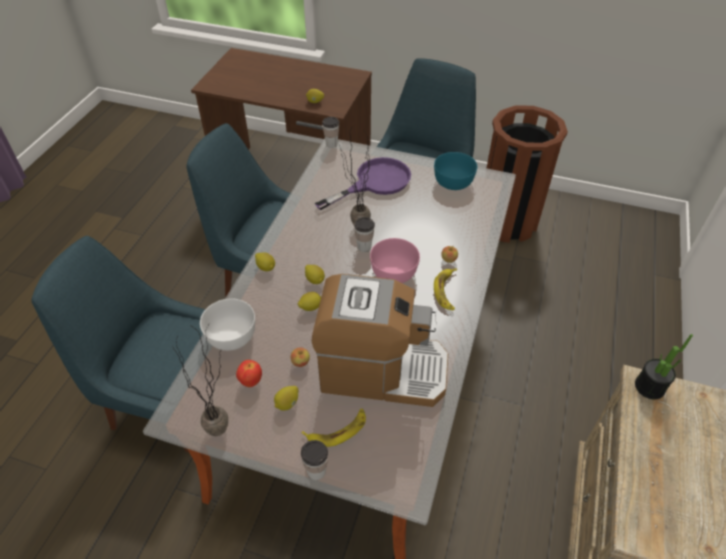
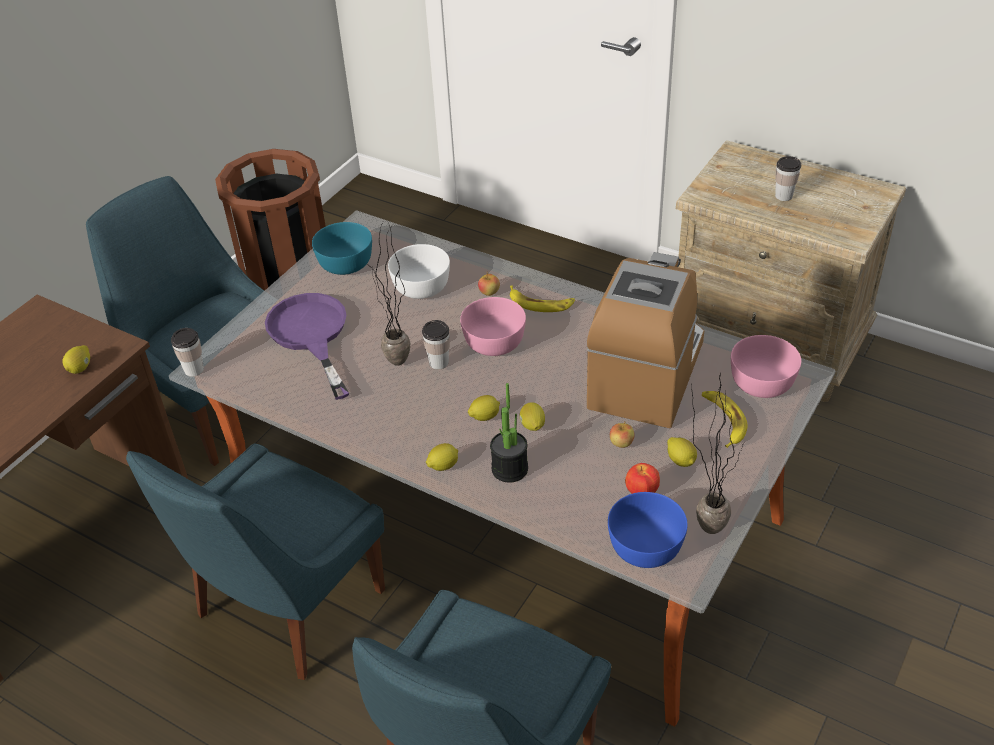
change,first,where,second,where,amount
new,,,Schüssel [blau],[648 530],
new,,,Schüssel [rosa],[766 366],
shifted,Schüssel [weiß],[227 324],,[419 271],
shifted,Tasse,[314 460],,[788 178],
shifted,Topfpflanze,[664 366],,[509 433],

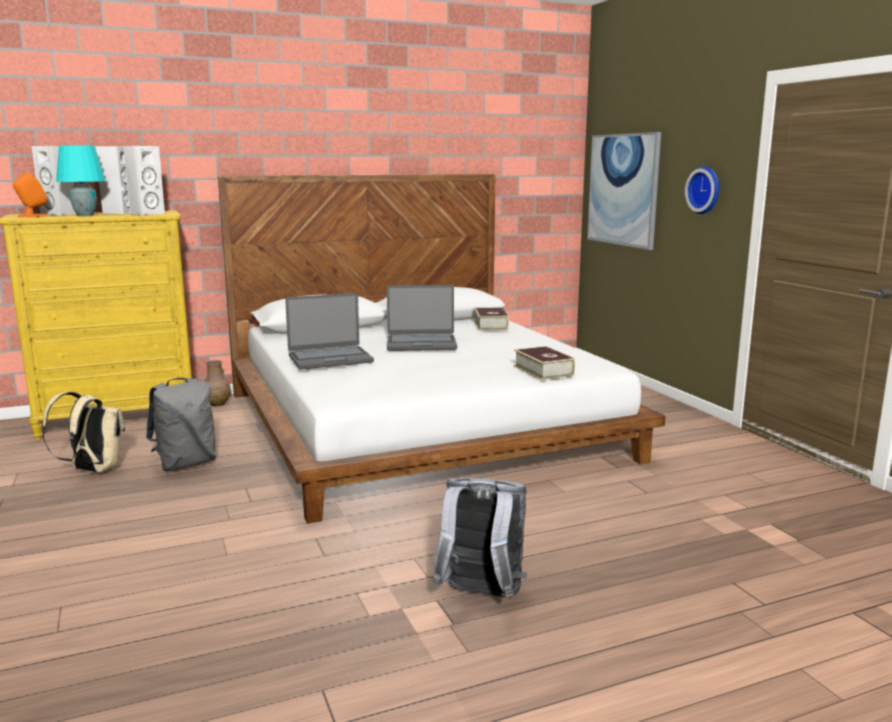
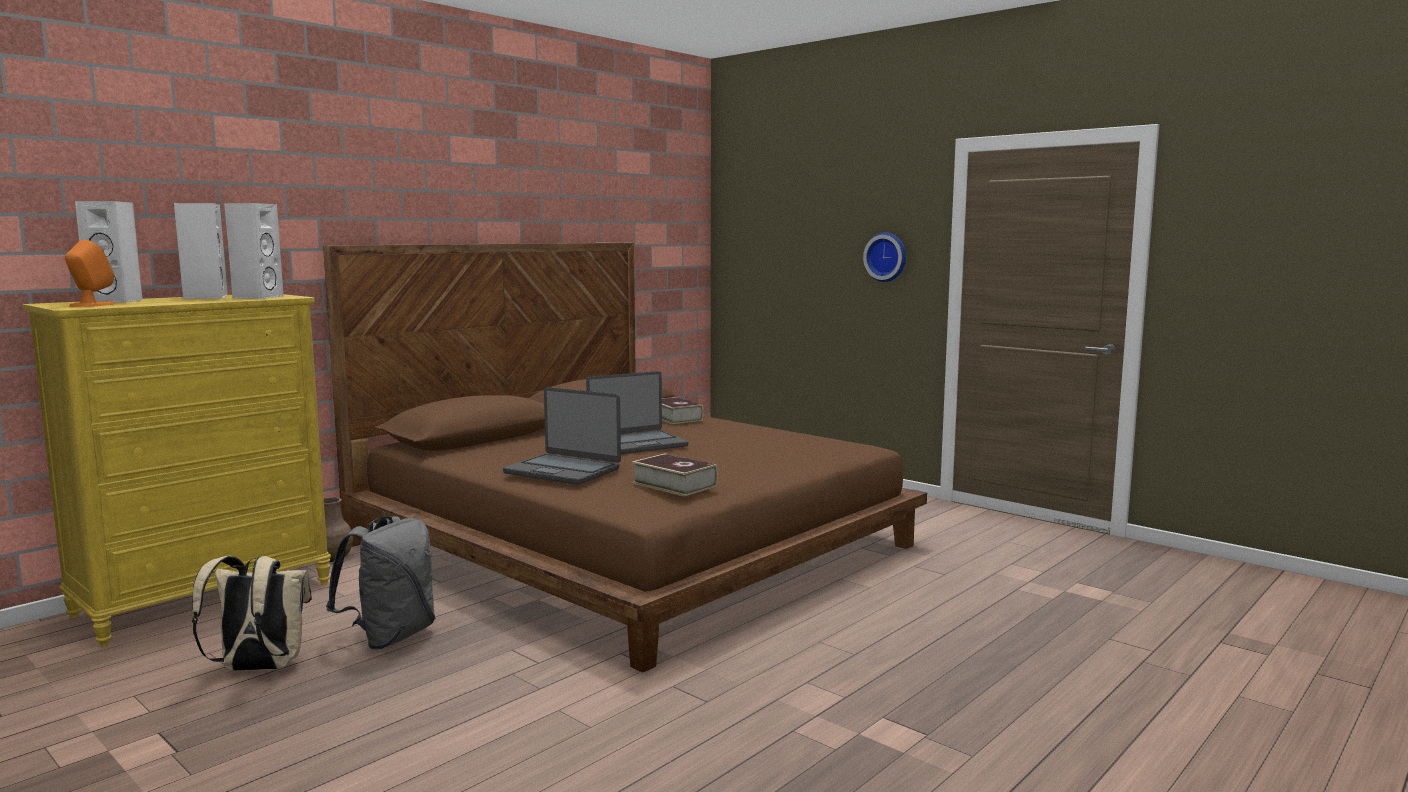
change,first,where,second,where,amount
gone,Tischlampe [türkis],[81 180],,,
gone,Rucksack [grau],[479 537],,,
gone,Bild,[624 191],,,
shifted,Buch,[544 363],,[675 475],
repainted,Bett [weiß],[442 349],Bett [braun],[625 458],
rotated,Laptop,[329 331],,[562 436],75 degrees clockwise

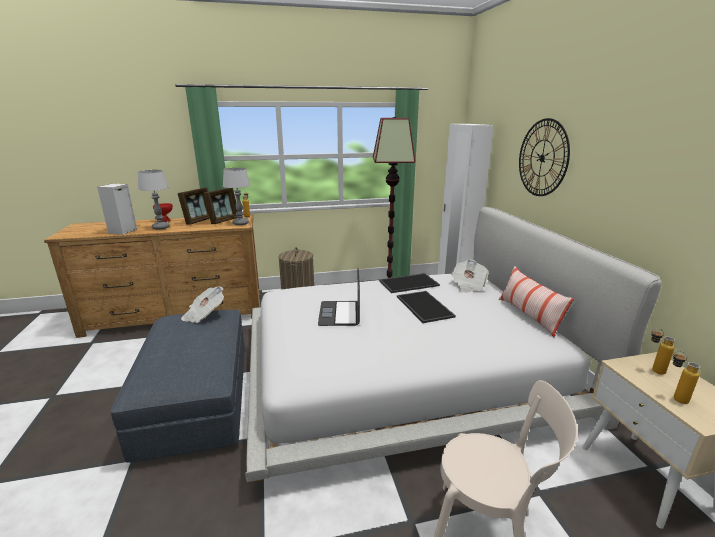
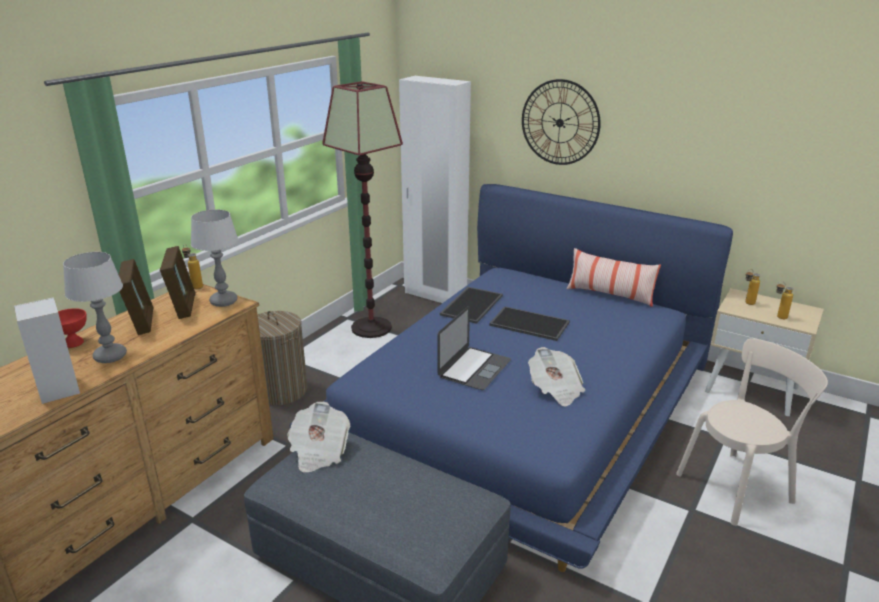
change,first,where,second,where,amount
shifted,Zeitung,[470 276],,[556 377],
repainted,Bett [weiß],[453 344],Bett [blau],[511 378],
rotated,Laptop,[339 297],,[474 348],105 degrees counterclockwise

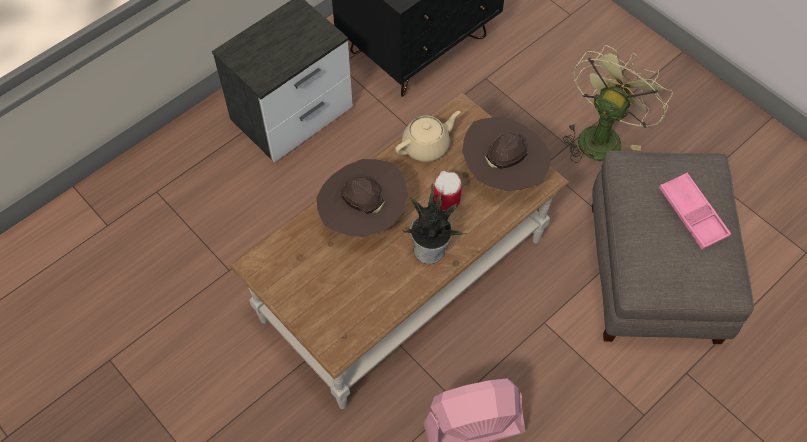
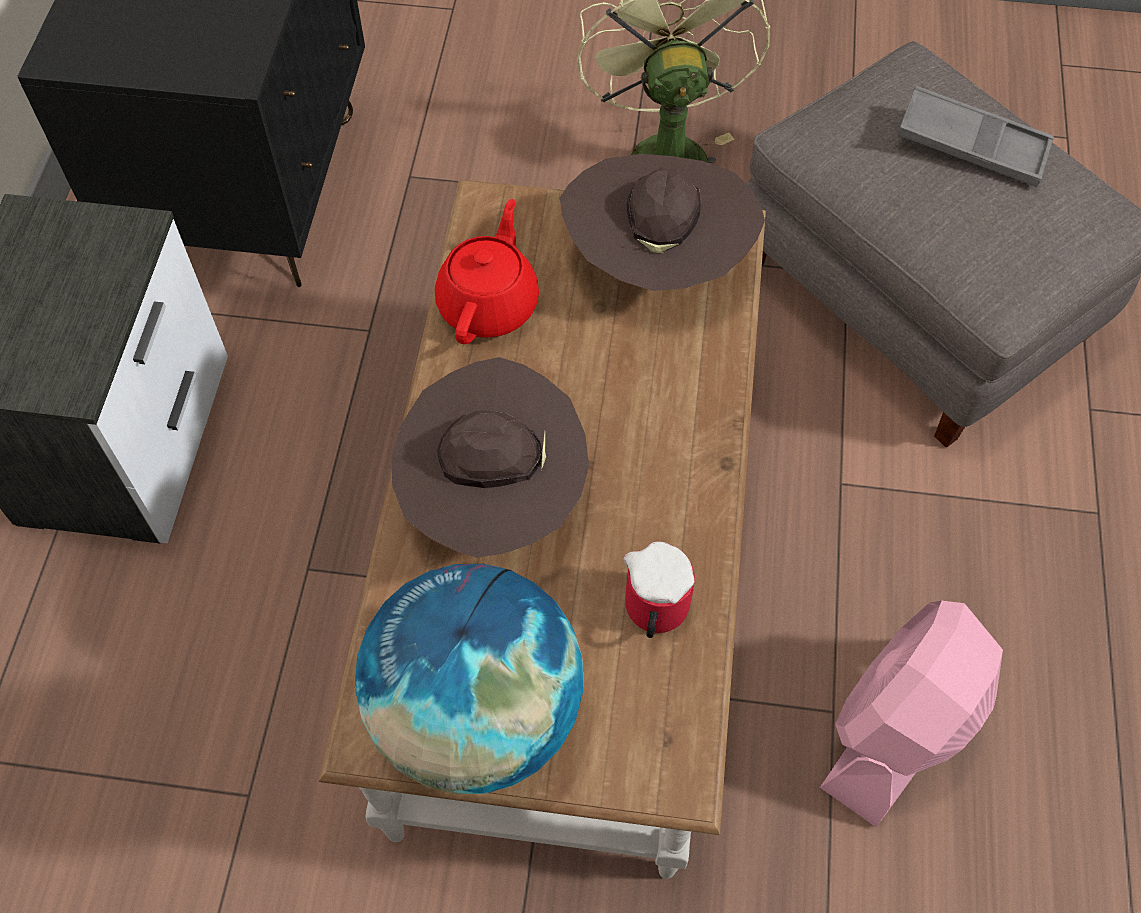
change,first,where,second,where,amount
gone,Topfpflanze,[434 224],,,
new,,,Globus,[469 679],
shifted,Henkelbecher,[448 190],,[659 589],
repainted,Teekanne [beige],[427 136],Teekanne [rot],[487 271],
repainted,Tablett [rosa],[695 211],Tablett [grau],[975 136],

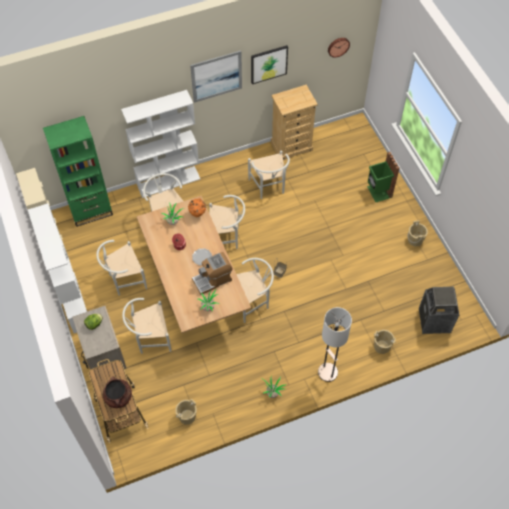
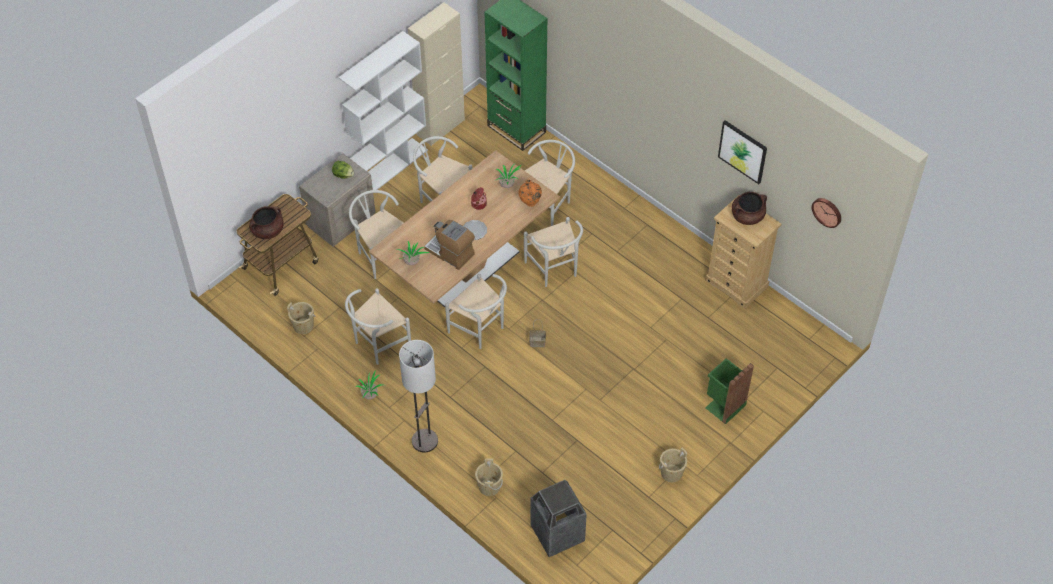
change,first,where,second,where,amount
gone,Bücherregal [weiß],[160 144],,,
gone,Bild,[216 76],,,
new,,,Kochtopf [braun],[749 208],
shifted,Stuhl [weiß],[269 174],,[378 326],

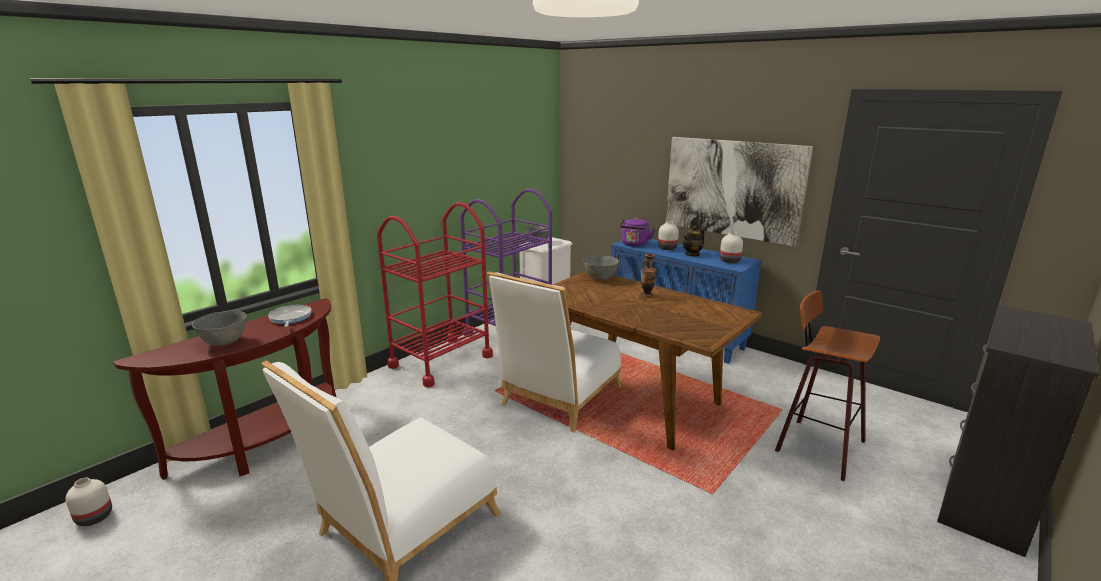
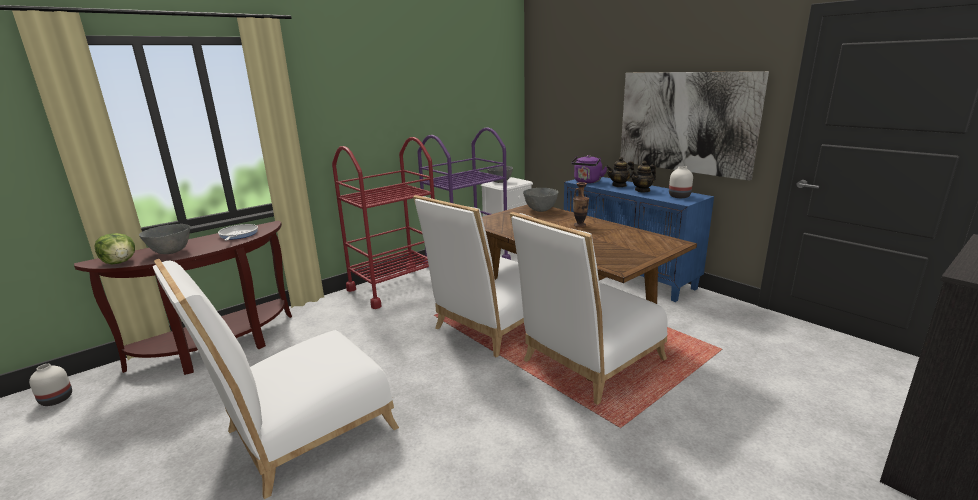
change,first,where,second,where,amount
gone,Hocker,[827 385],,,
new,,,Salatkopf,[115 248],
new,,,Stuhl [weiß],[589 308],
swapped,Vase [weiß],[668 235],Teekanne,[620 172],

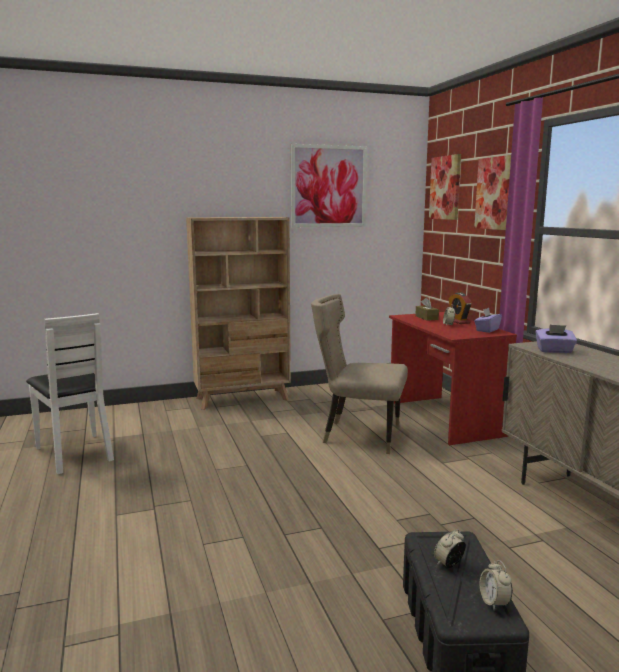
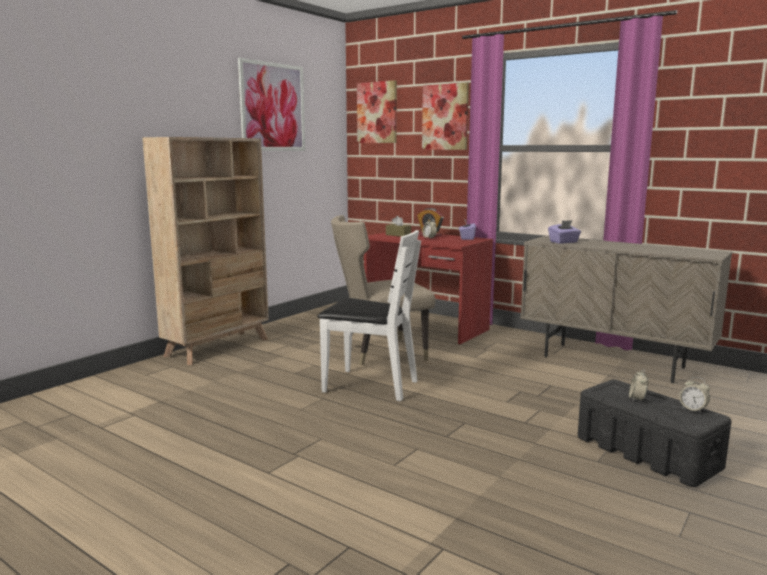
change,first,where,second,where,amount
shifted,Stuhl [weiß],[70 393],,[369 315],

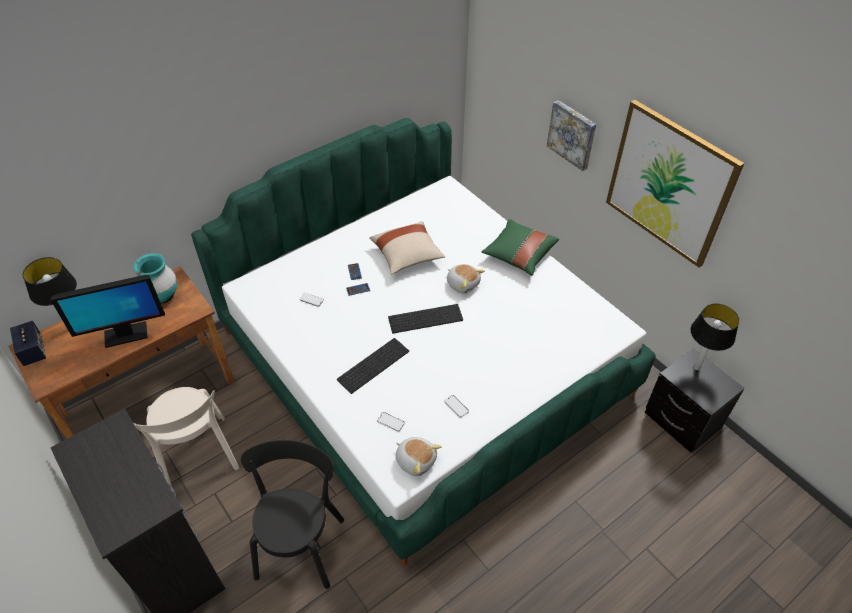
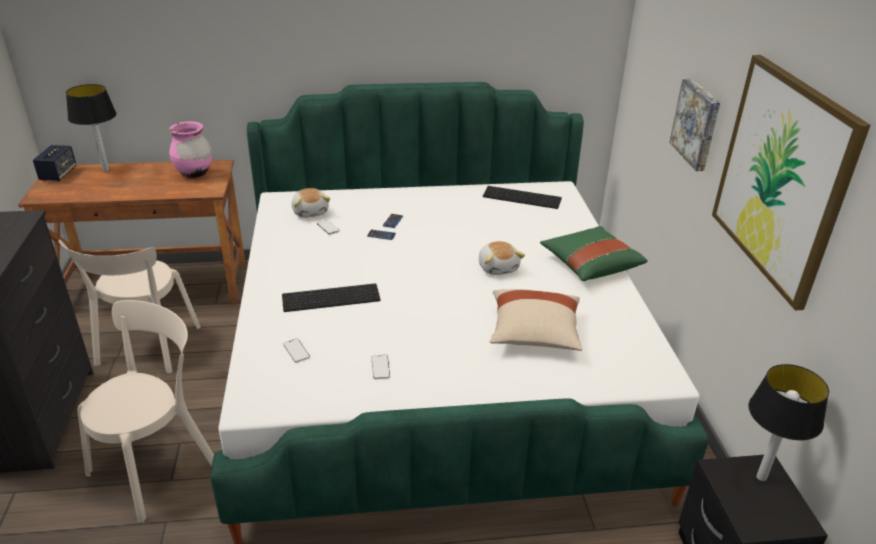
change,first,where,second,where,amount
gone,Monitor,[108 311],,,
shifted,Kissen [beige],[407 247],,[536 320],
shifted,Tastatur,[425 318],,[522 197],
shifted,Plüschtier,[419 456],,[310 203],
repainted,Vase [türkis],[155 278],Vase [rosa],[190 149],
repainted,Stuhl [schwarz],[292 514],Stuhl [beige],[145 411],

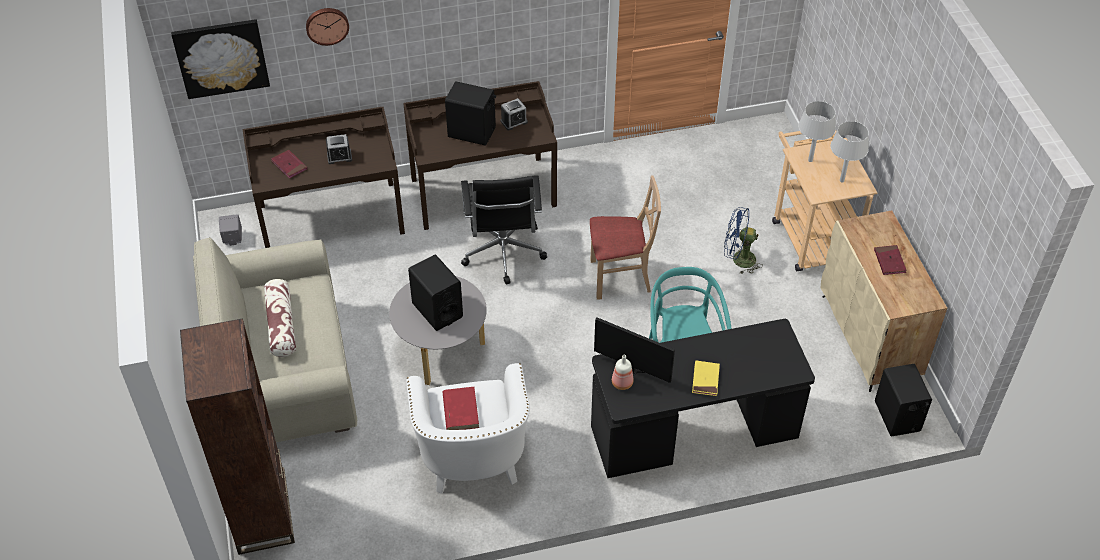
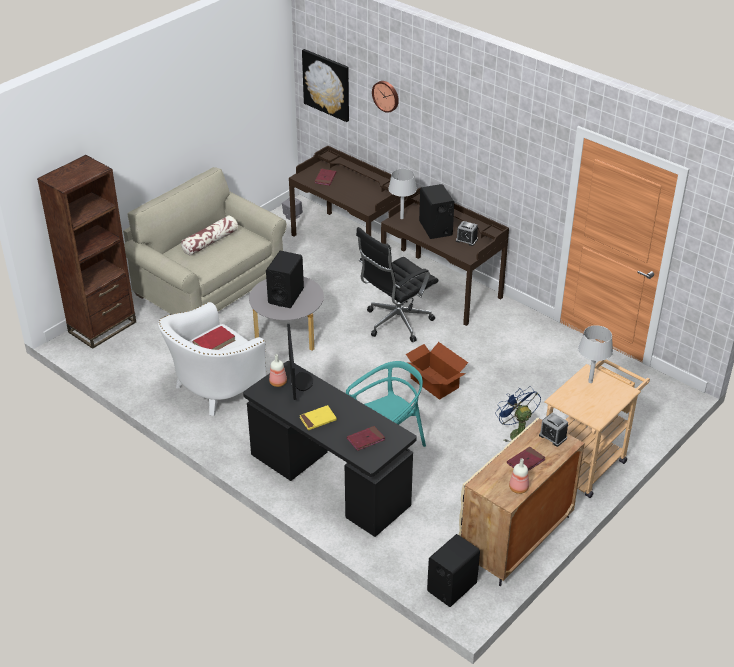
change,first,where,second,where,amount
new,,,Buch [rot],[366 438],
new,,,Flasche,[519 476],
shifted,Wecker,[339 149],,[553 430],
shifted,Tischlampe [grau],[849 151],,[402 194],
swapped,Stuhl [beige],[625 238],Karton,[437 371],

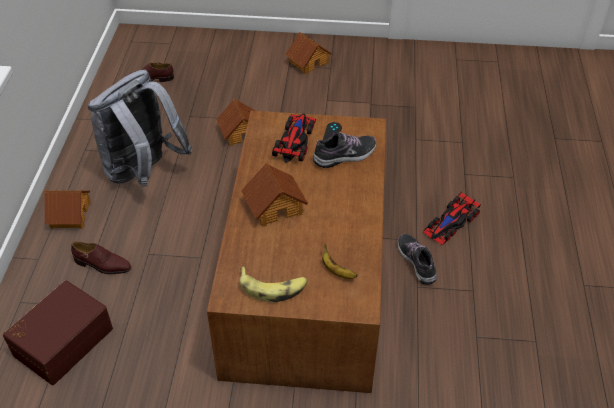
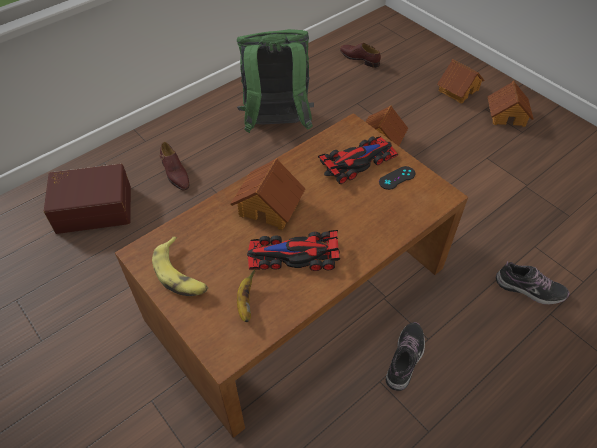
change,first,where,second,where,amount
shifted,Spielzeughaus,[67 209],,[460 81],
shifted,Schuh,[344 150],,[532 283],
shifted,Spielzeugauto,[452 218],,[293 250],
repainted,Rucksack [grau],[140 128],Rucksack [grün],[275 81],

